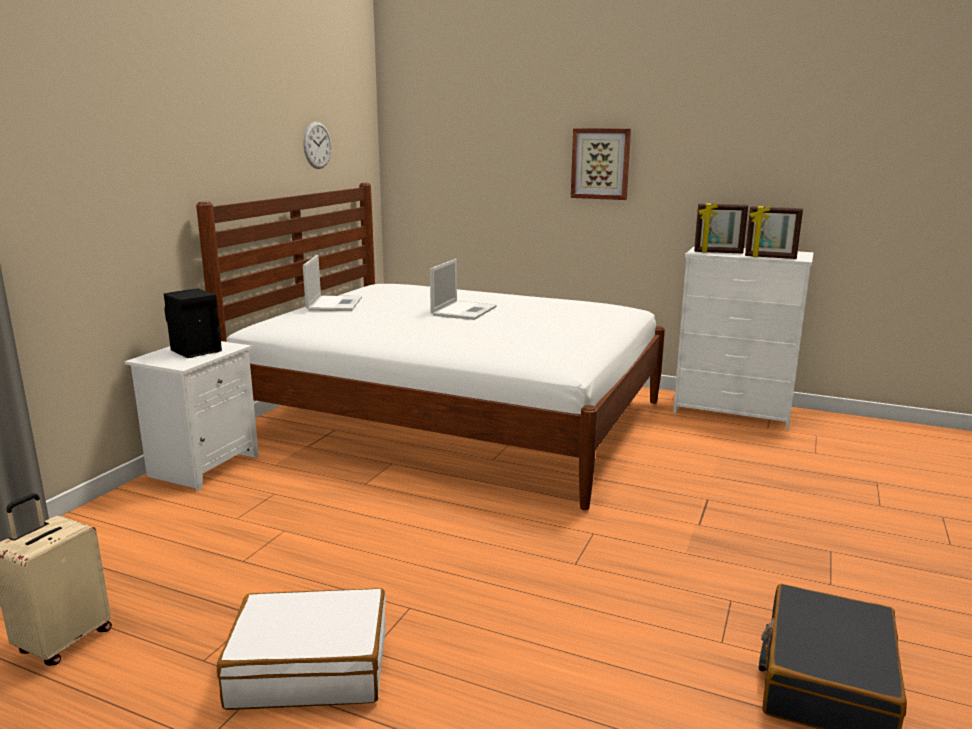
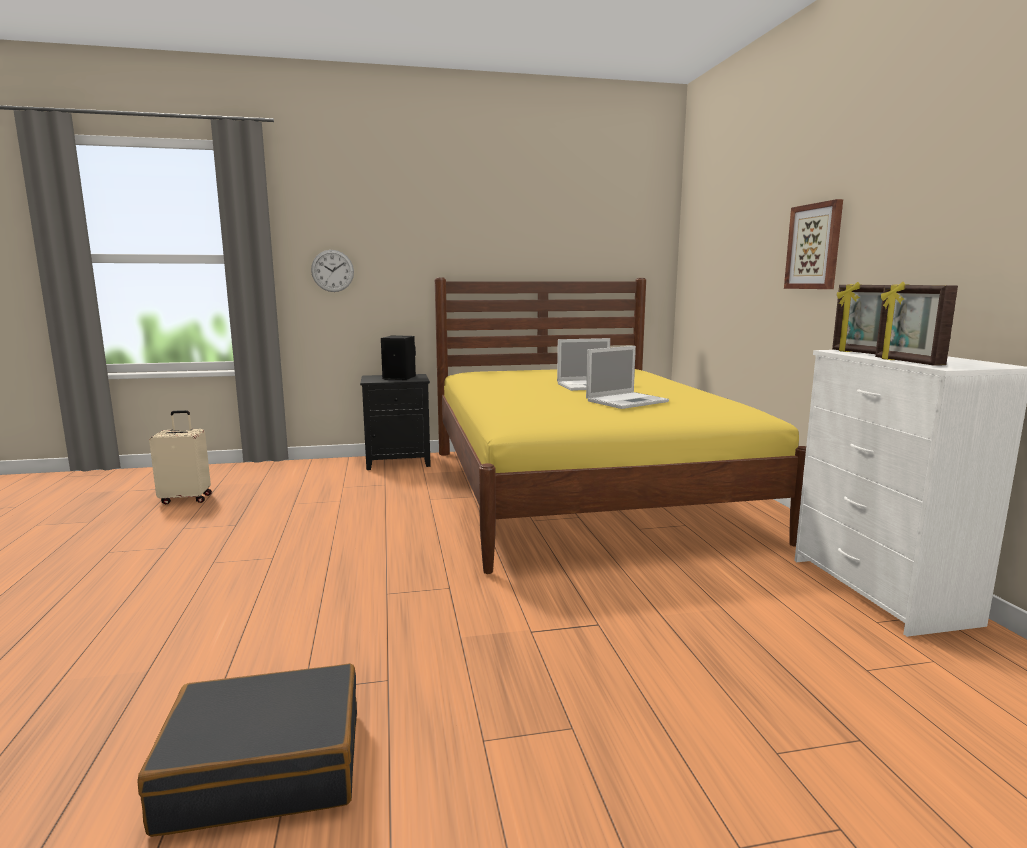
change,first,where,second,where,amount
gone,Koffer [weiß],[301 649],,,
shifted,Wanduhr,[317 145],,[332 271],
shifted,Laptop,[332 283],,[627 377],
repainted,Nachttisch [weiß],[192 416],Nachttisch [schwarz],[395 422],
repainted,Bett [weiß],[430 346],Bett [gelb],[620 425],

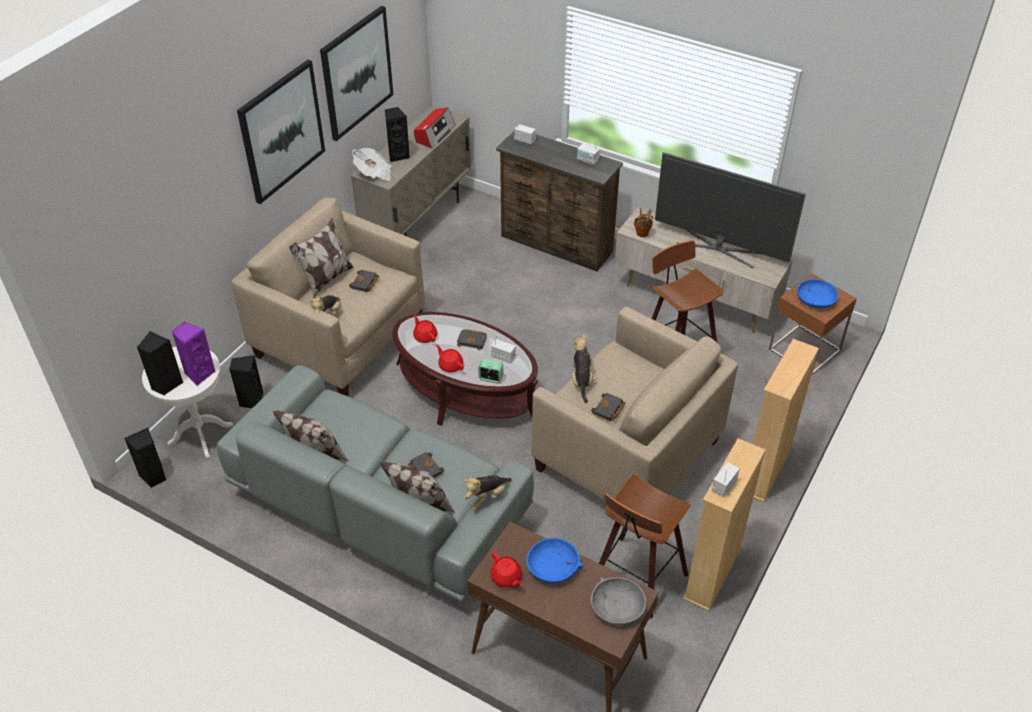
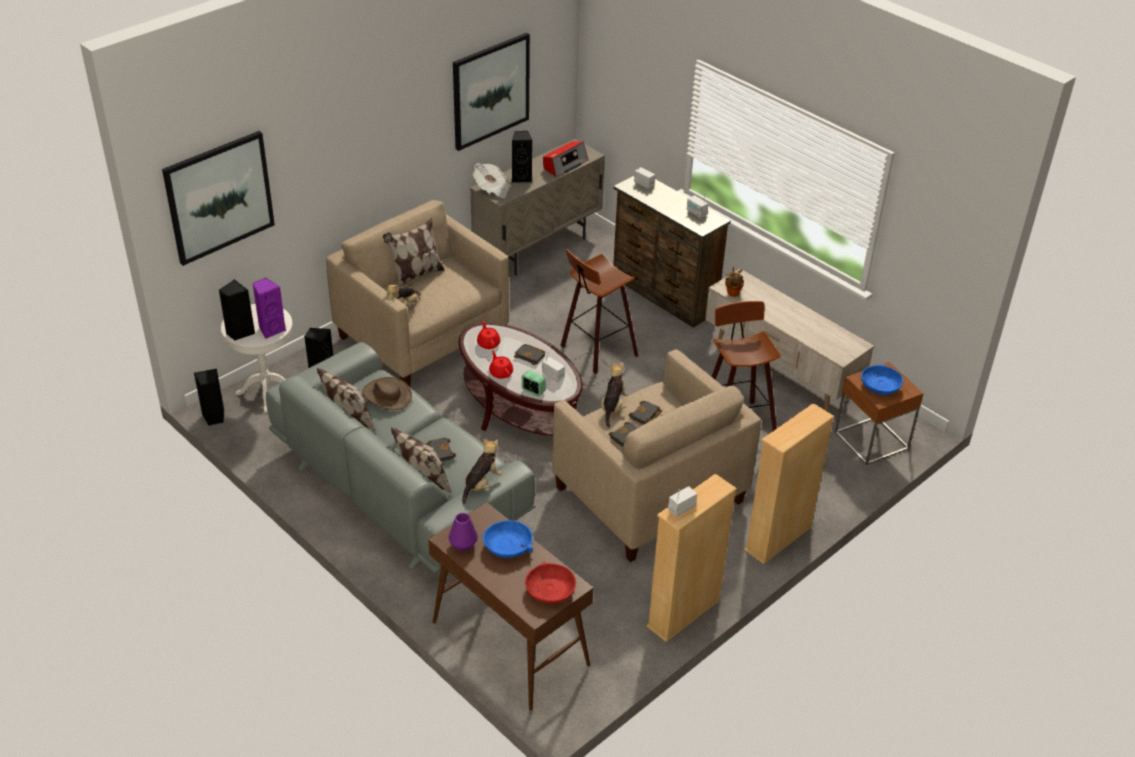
change,first,where,second,where,amount
gone,Fernseher,[730 210],,,
new,,,Hut [braun],[387 393],
shifted,Bild,[281 132],,[218 198],
shifted,Buch [schwarz],[364 281],,[645 413],
shifted,Hocker,[644 546],,[599 311],
swapped,Teekanne [rot],[507 569],Vase [lila],[463 532],
repainted,Schüssel [grau],[618 601],Schüssel [rot],[550 582],
rotated,Plüschtier,[487 492],,[482 471],150 degrees clockwise

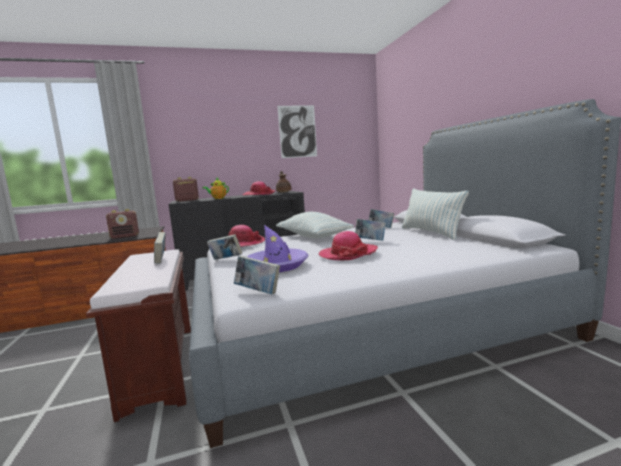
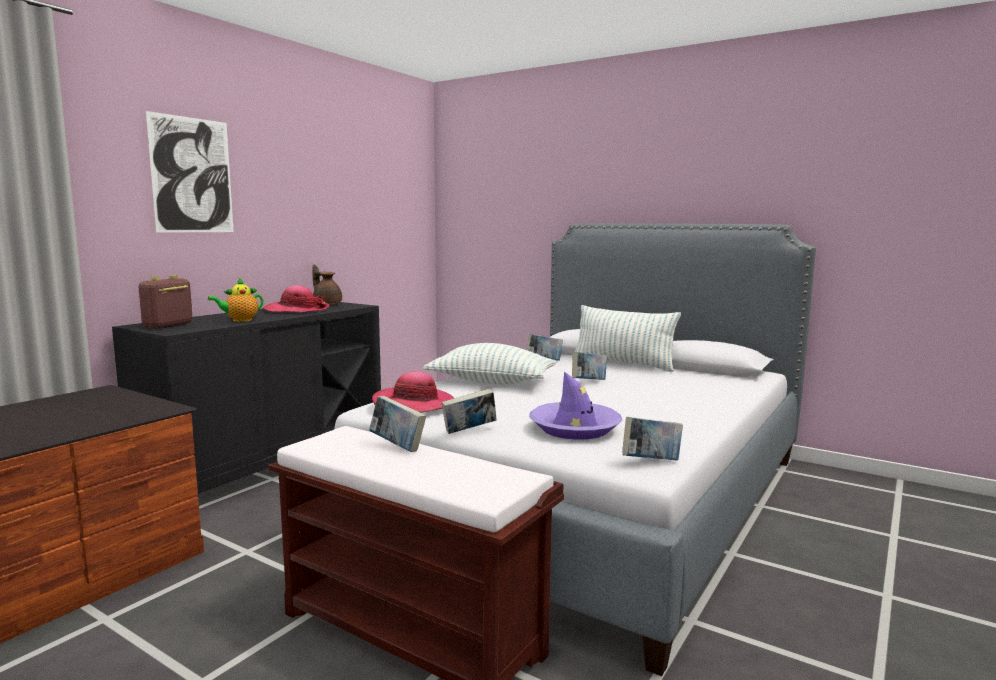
change,first,where,second,where,amount
gone,Radio,[122 224],,,
gone,Hut,[348 245],,,
shifted,Bild,[297 131],,[190 172],

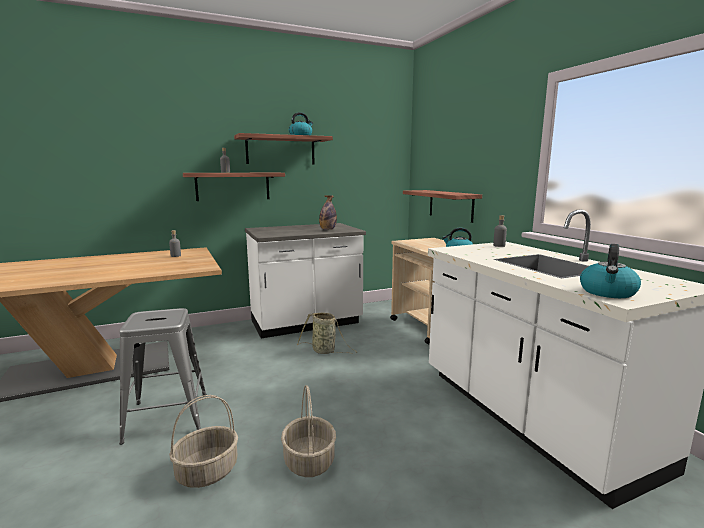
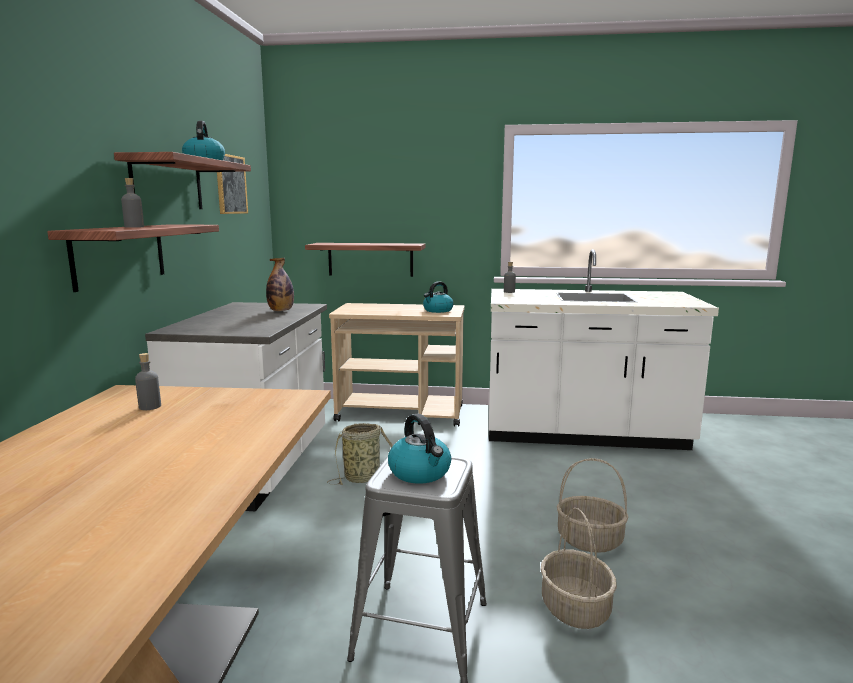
change,first,where,second,where,amount
new,,,Bild,[232 184],
shifted,Wasserkessel,[610 271],,[419 448],

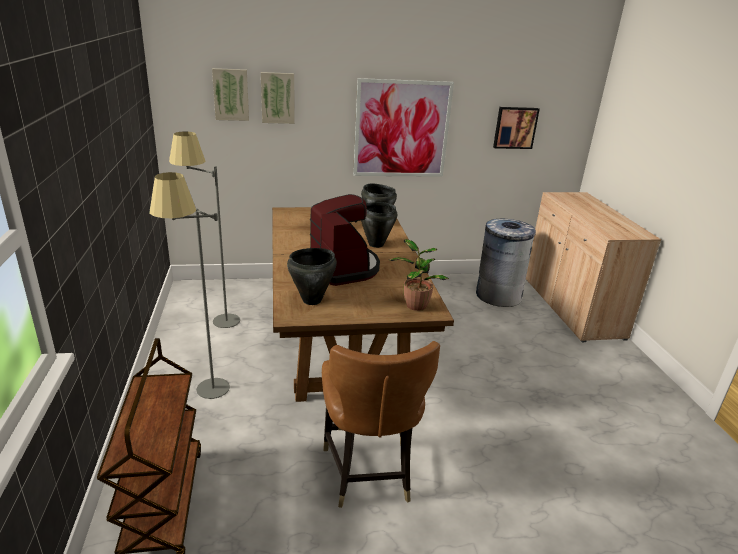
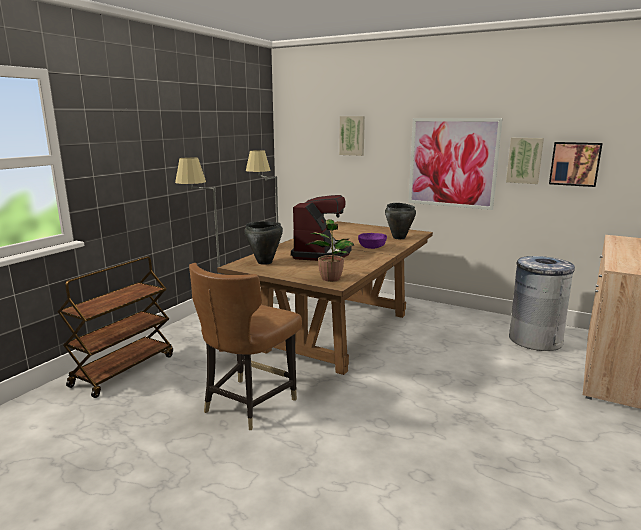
change,first,where,second,where,amount
shifted,Bild,[230 94],,[525 161],
swapped,Kochtopf [schwarz],[379 225],Schüssel [lila],[372 241],

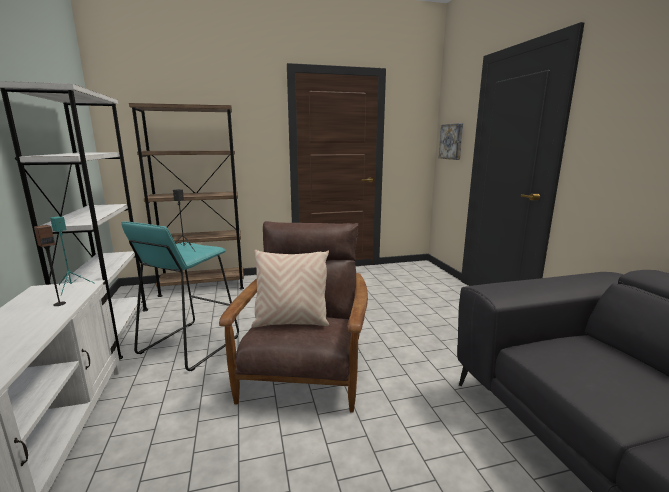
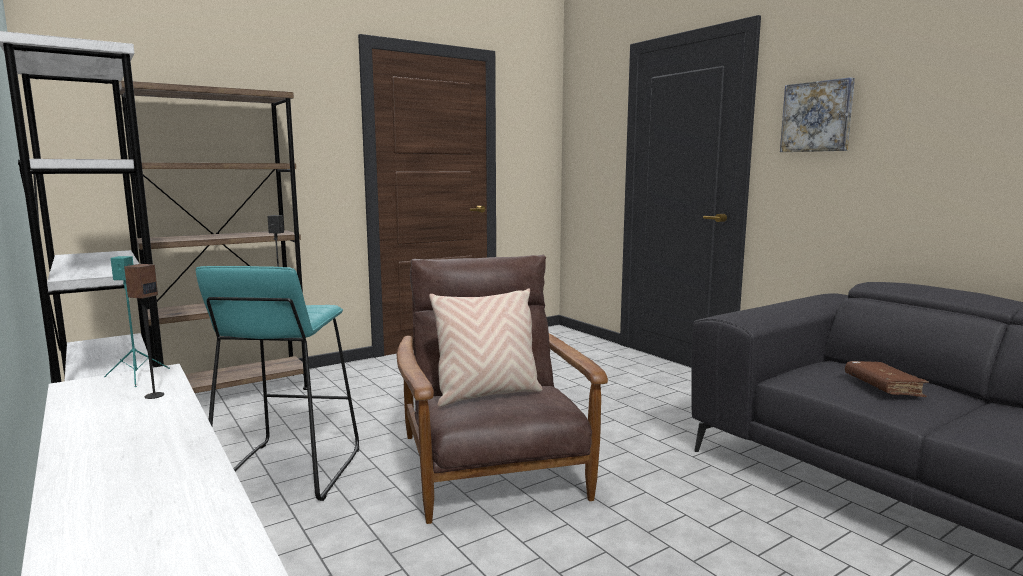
change,first,where,second,where,amount
new,,,Buch [braun],[887 379],
shifted,Bild,[451 141],,[817 114],

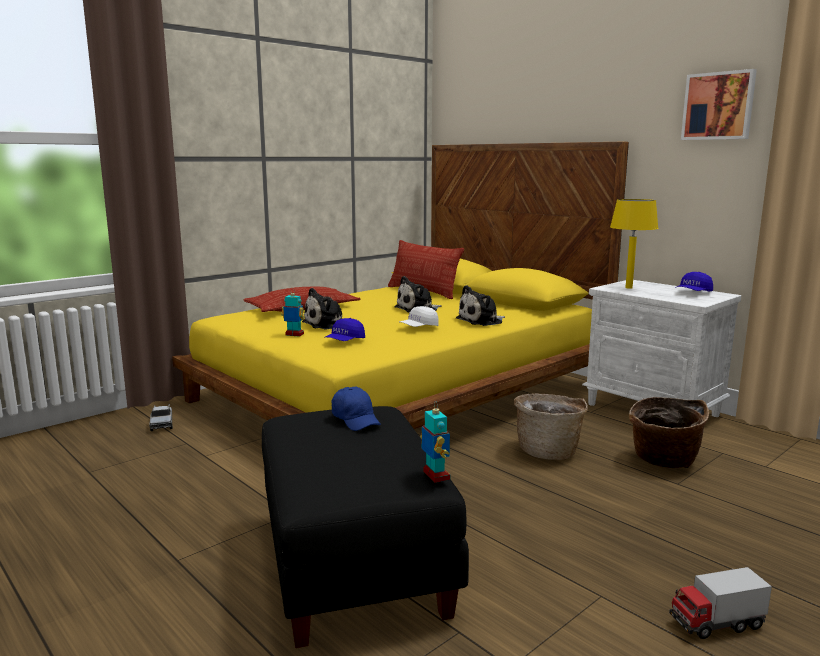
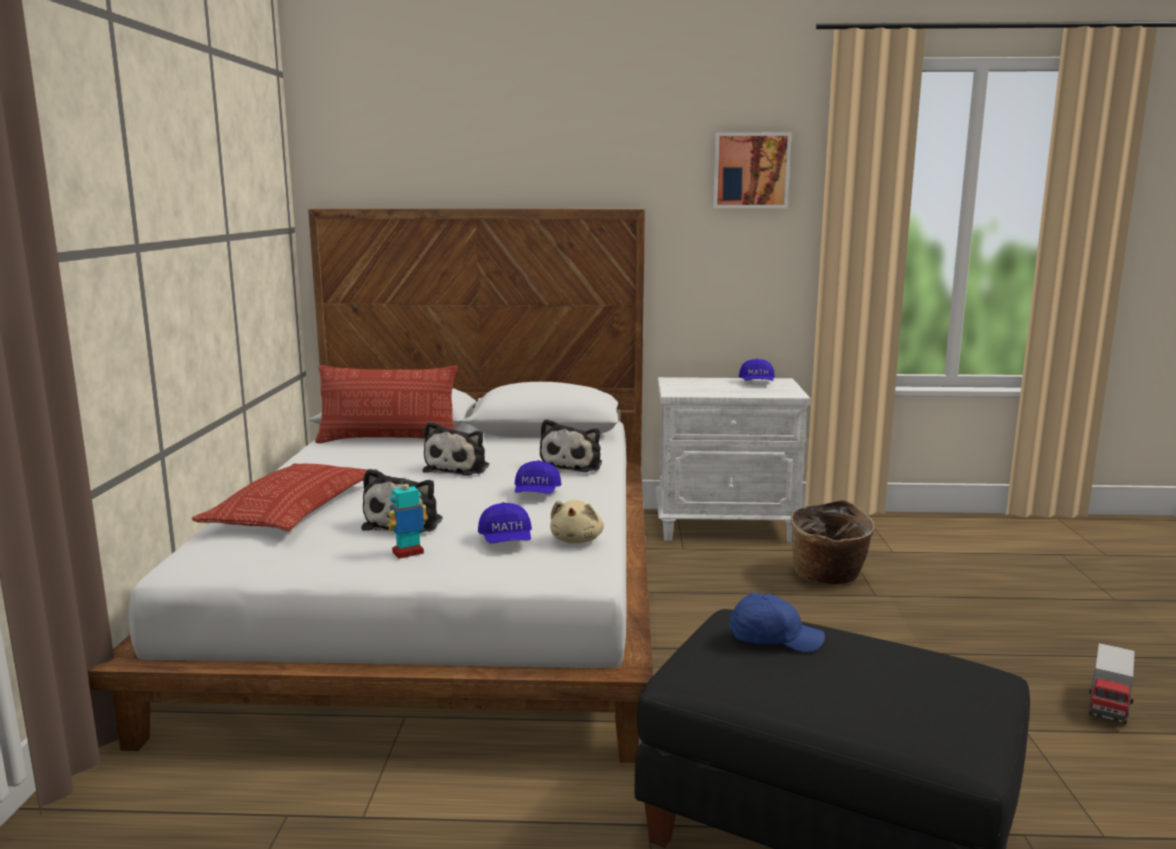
change,first,where,second,where,amount
gone,Spielzeuglaster,[161 417],,,
gone,Spielzeugroboter,[435 442],,,
gone,Korb,[551 426],,,
gone,Tischlampe [gelb],[634 244],,,
new,,,Plüschtier [beige],[577 522],
repainted,Bett [gelb],[400 285],Bett [weiß],[370 486],
repainted,Kappe [weiß],[419 316],Kappe [blau],[538 477],

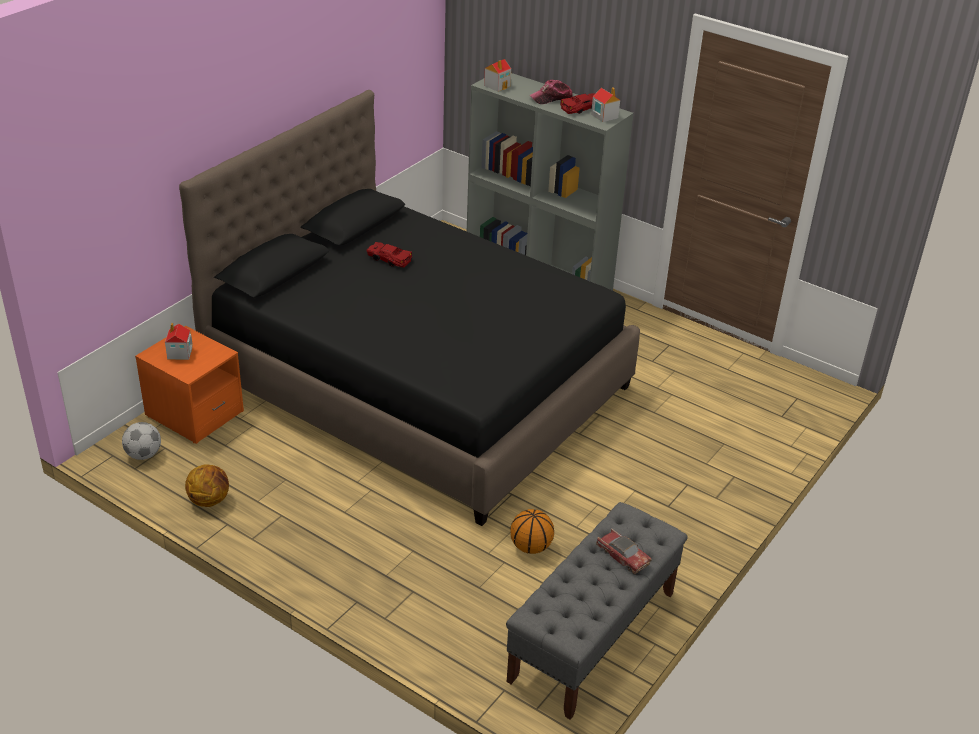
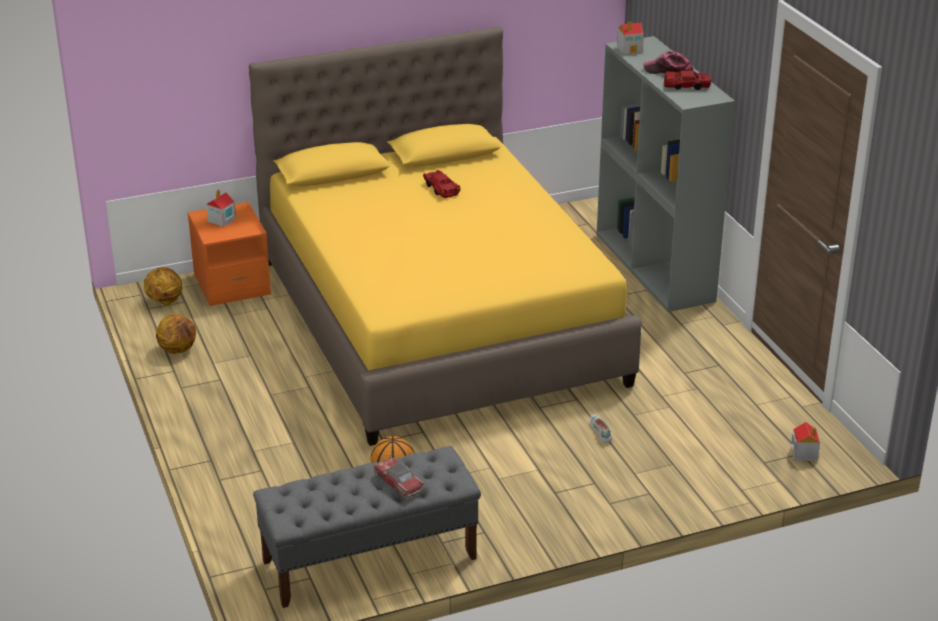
change,first,where,second,where,amount
new,,,Schuh [weiß],[601 428],
shifted,Spielzeughaus,[605 104],,[805 441],
swapped,Fußball,[141 441],Basketball,[163 286],
repainted,Bett [schwarz],[409 308],Bett [gelb],[445 236],
rotated,Spielzeugauto,[624 551],,[399 477],150 degrees clockwise

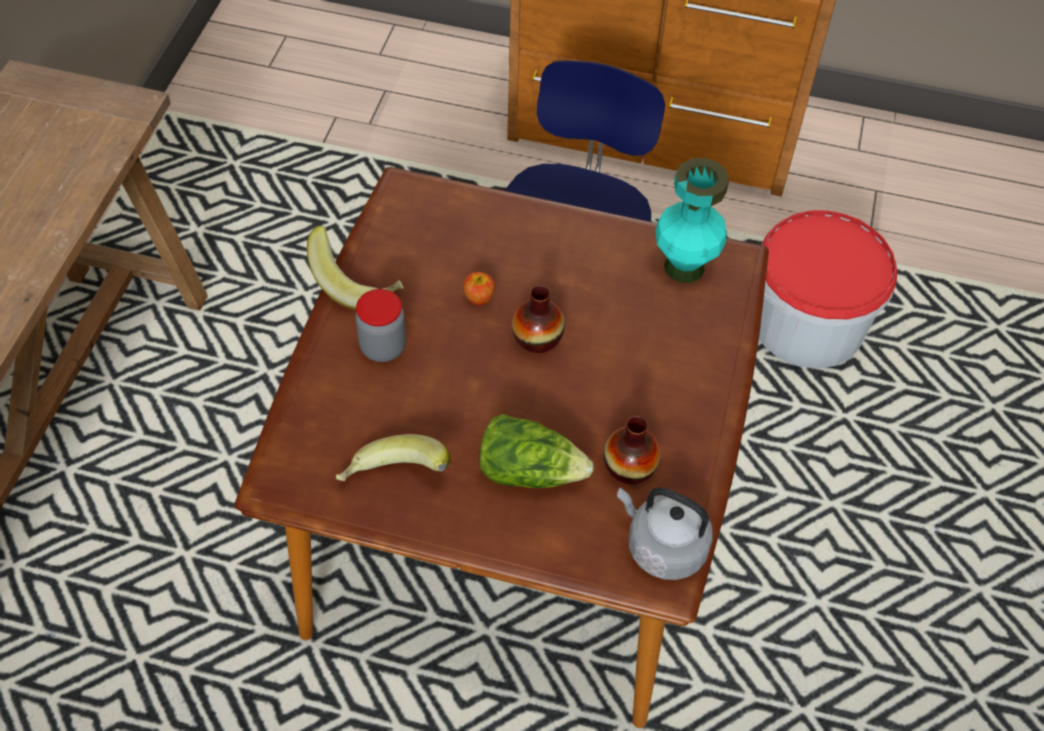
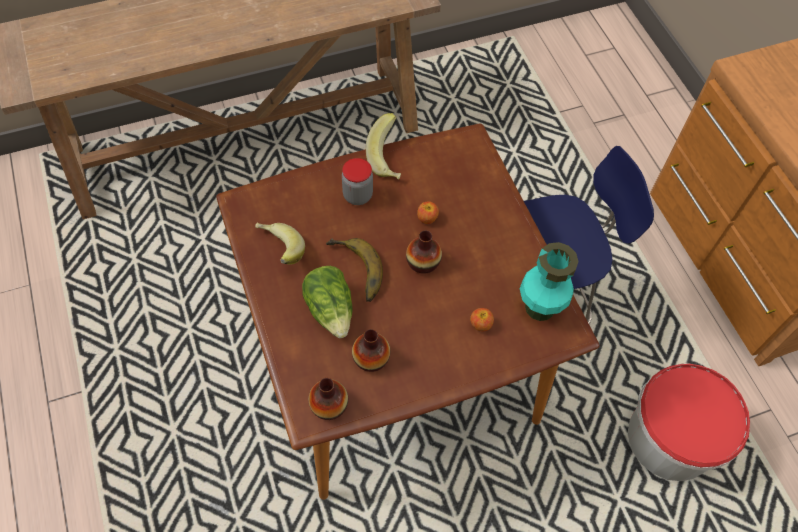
change,first,where,second,where,amount
new,,,Banane,[354 270],
new,,,Apfel,[482 320],
swapped,Wasserkessel [grau],[665 534],Vase,[328 399],

